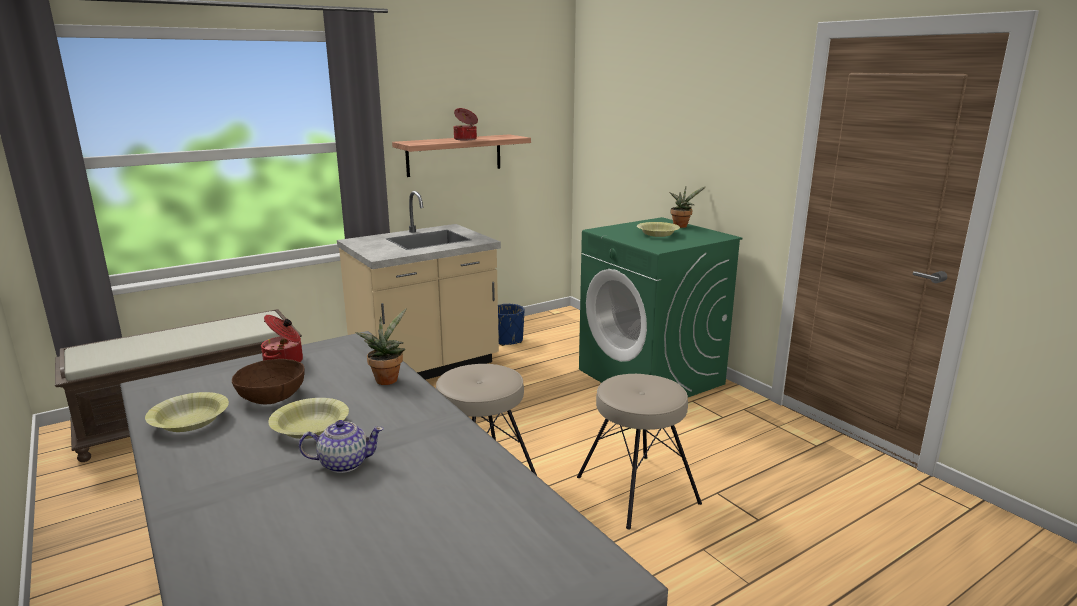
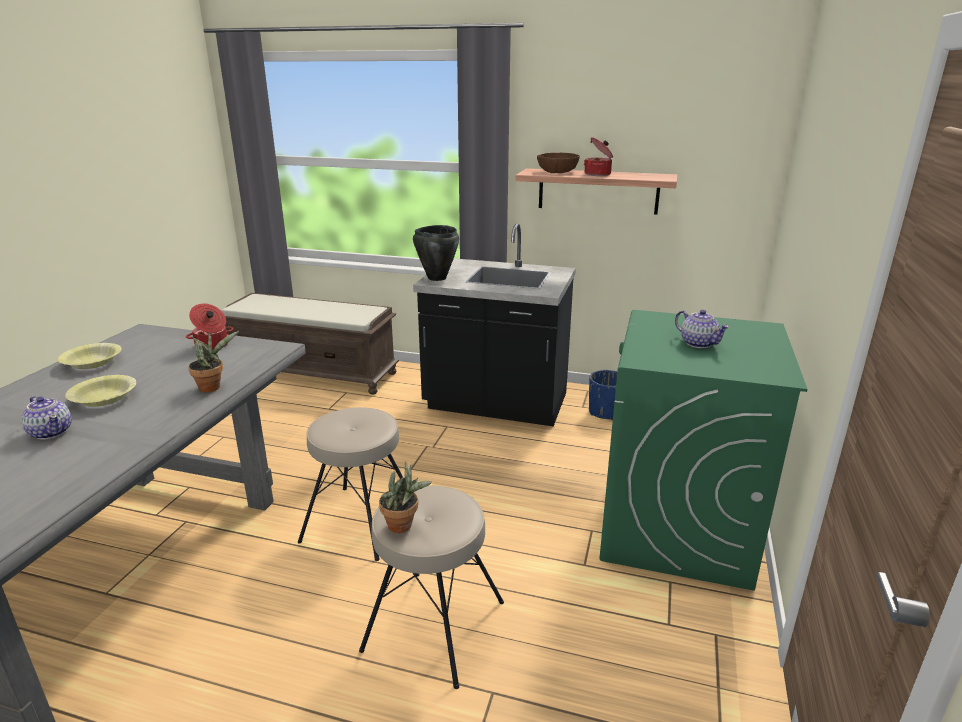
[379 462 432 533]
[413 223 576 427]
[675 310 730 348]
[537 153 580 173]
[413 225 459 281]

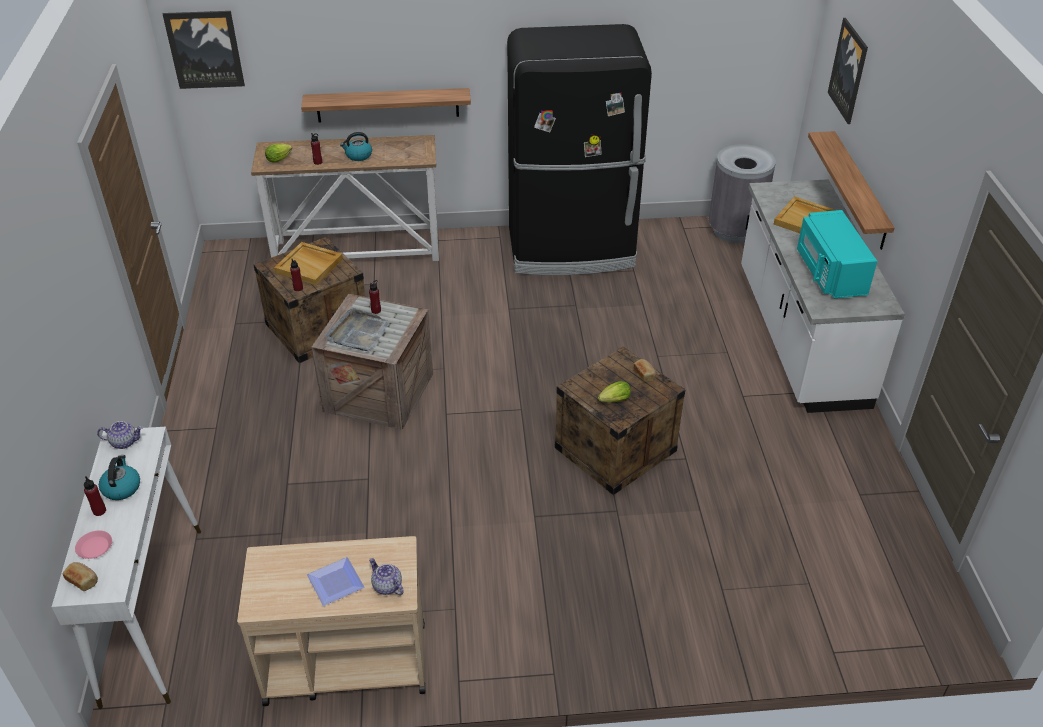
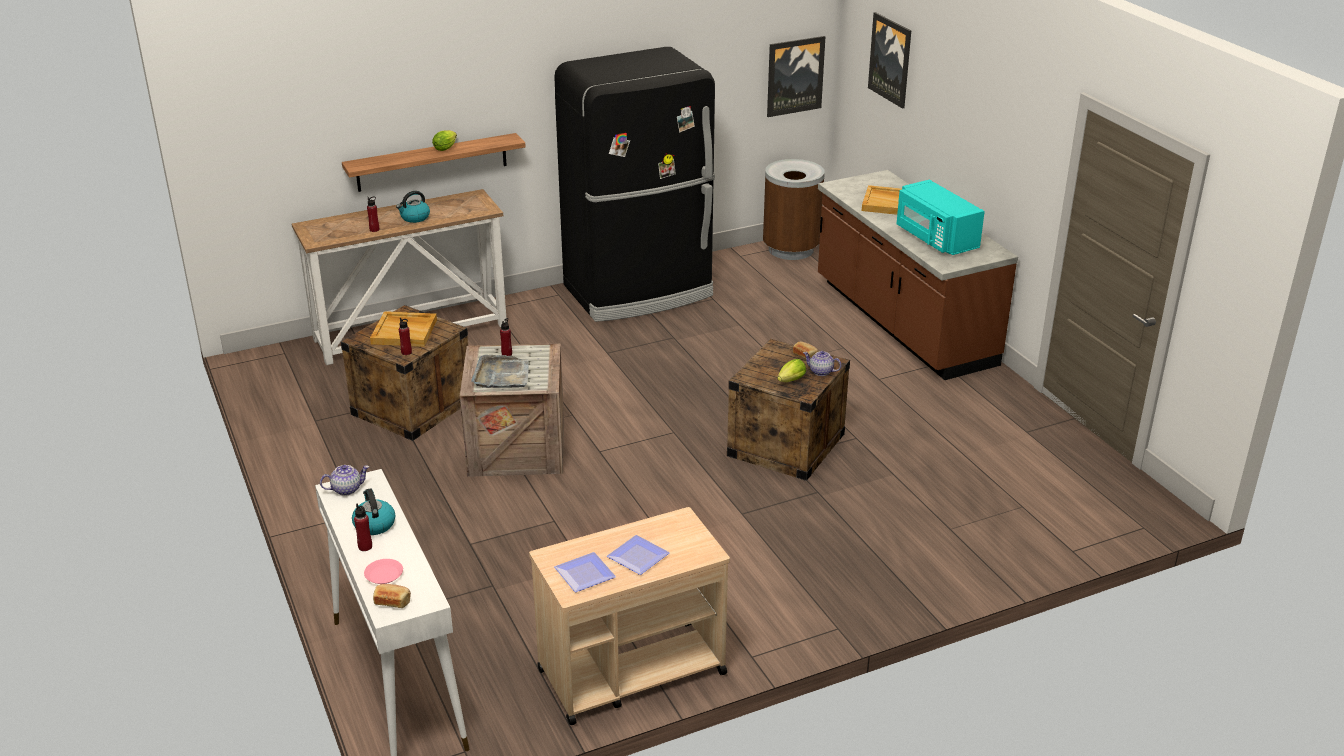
[767 36 825 117]
[808 131 894 250] (first image)
[432 130 457 151]
[763 159 825 260]
[818 170 1018 380]
[803 351 841 376]
[554 552 616 592]

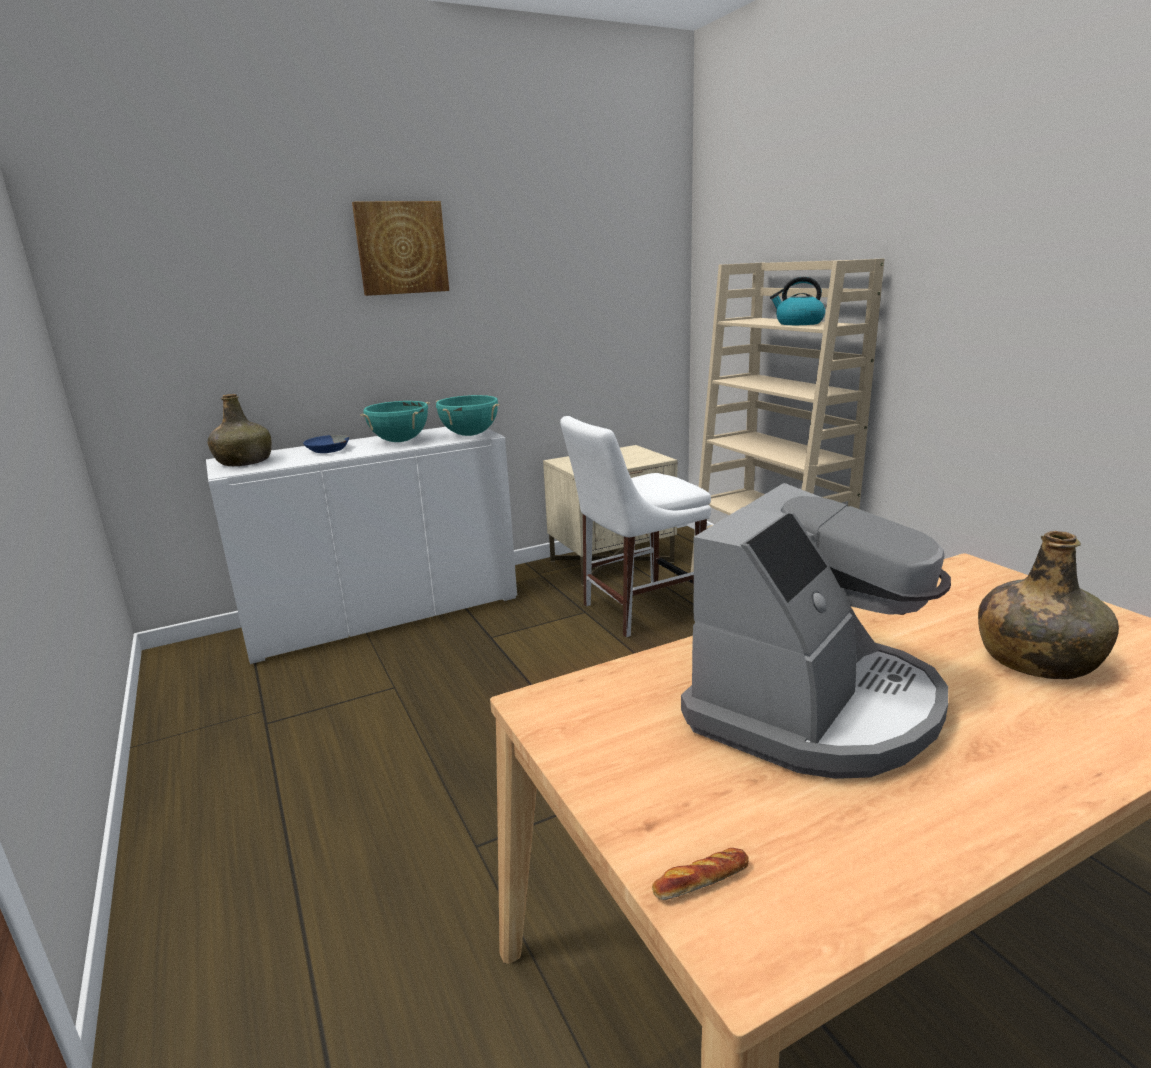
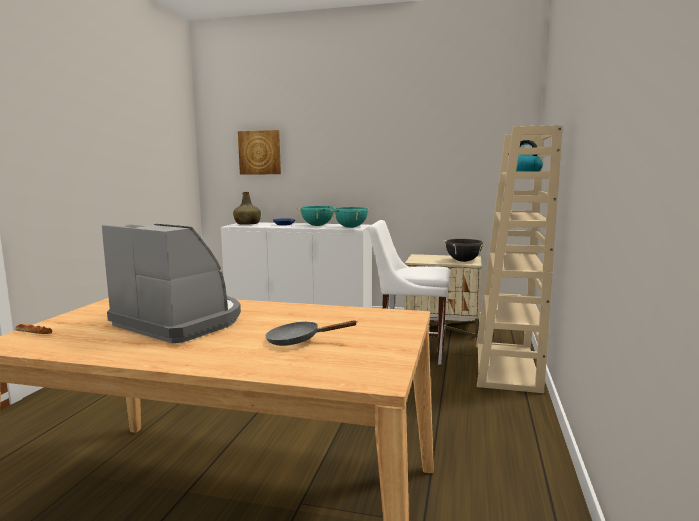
[238 130 281 175]
[102 224 241 343]
[265 320 358 346]
[444 239 486 262]

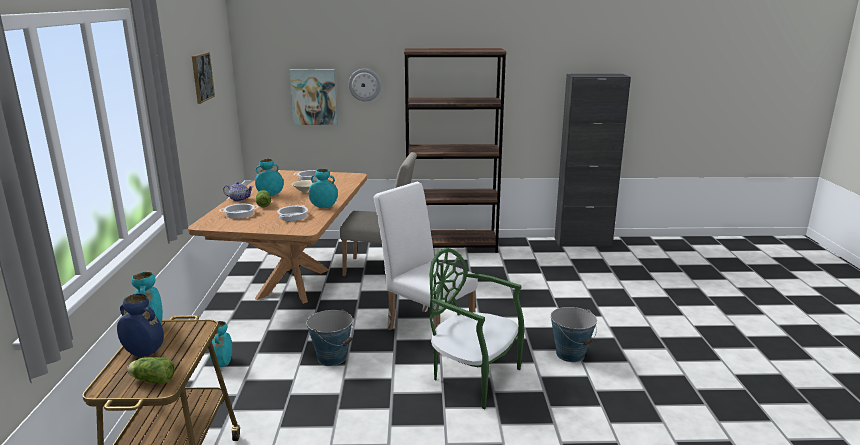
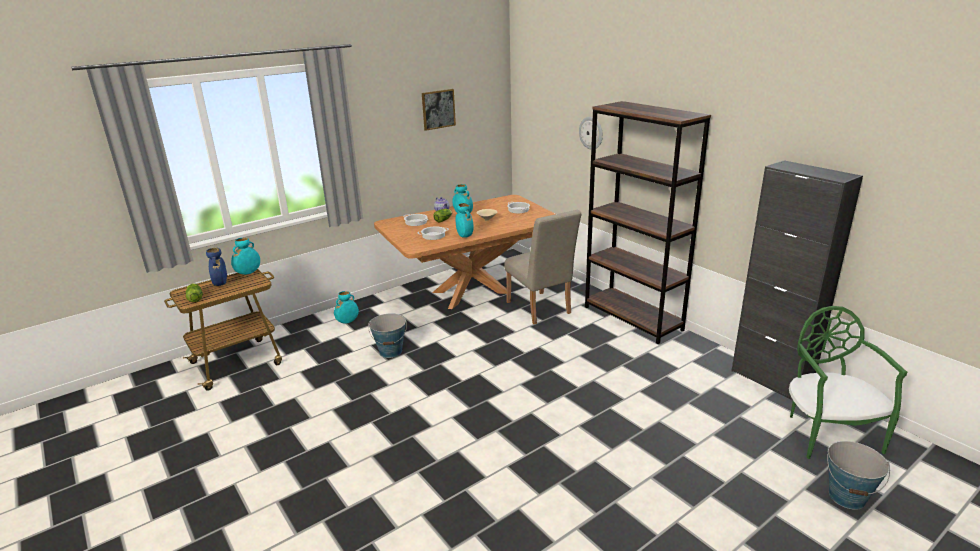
[289 69 338 125] (first image)
[374 182 478 354] (first image)
[789 306 907 459]
[827 441 890 510]

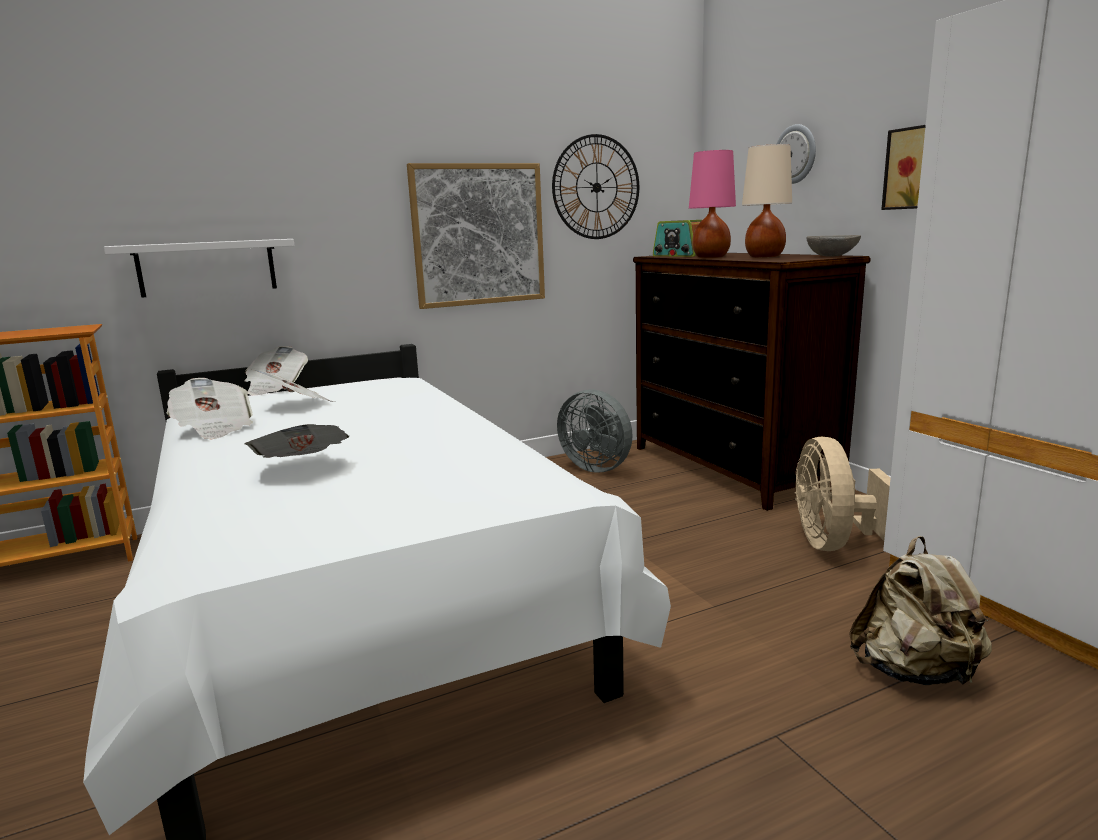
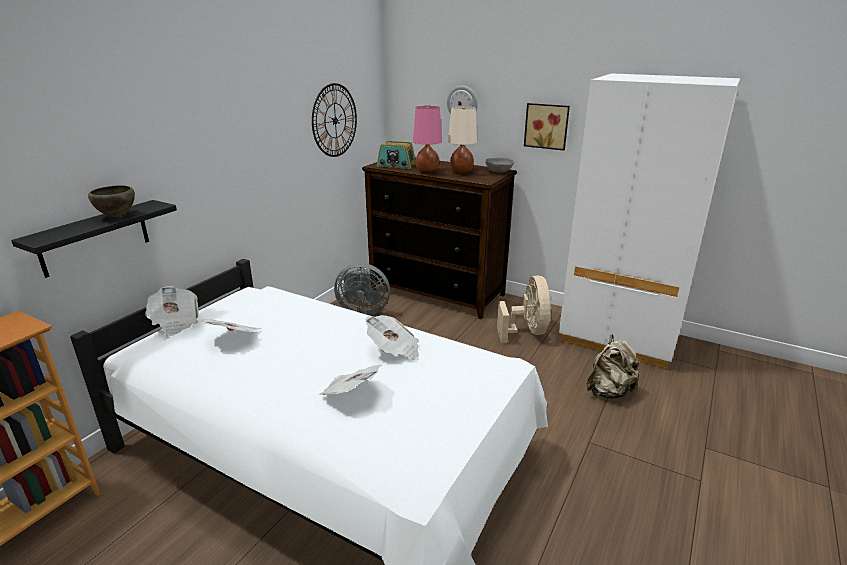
[407 163 545 309] (first image)
[11 200 177 278]
[365 315 419 360]
[497 275 552 343]
[88 186 135 217]

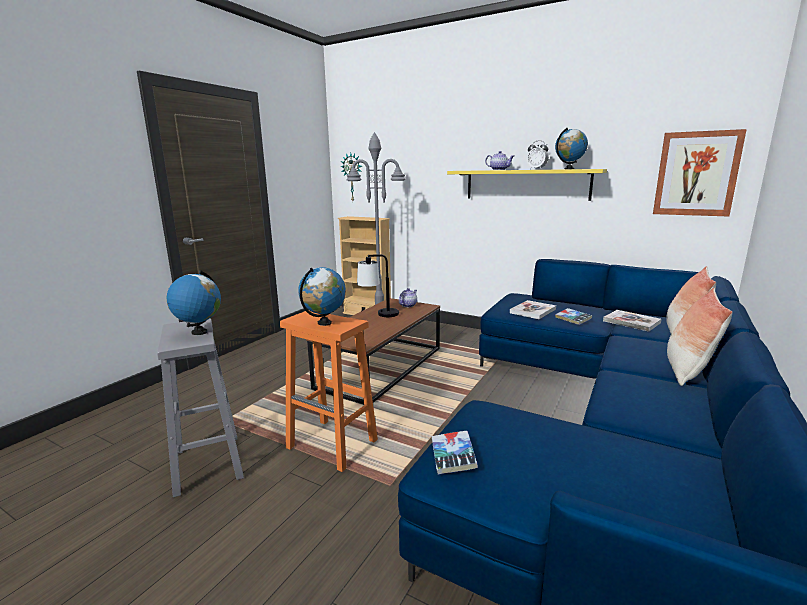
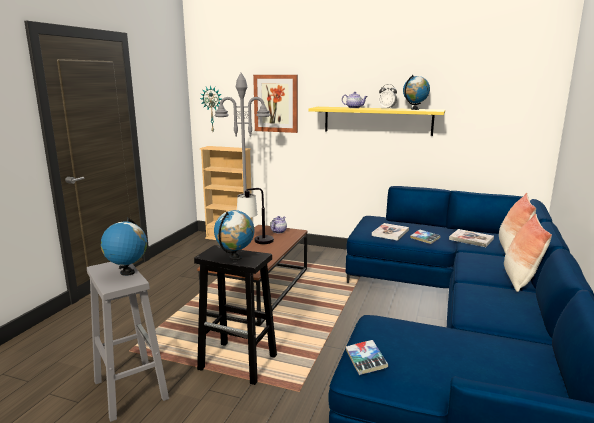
[253 75 298 133]
[194 245 277 385]

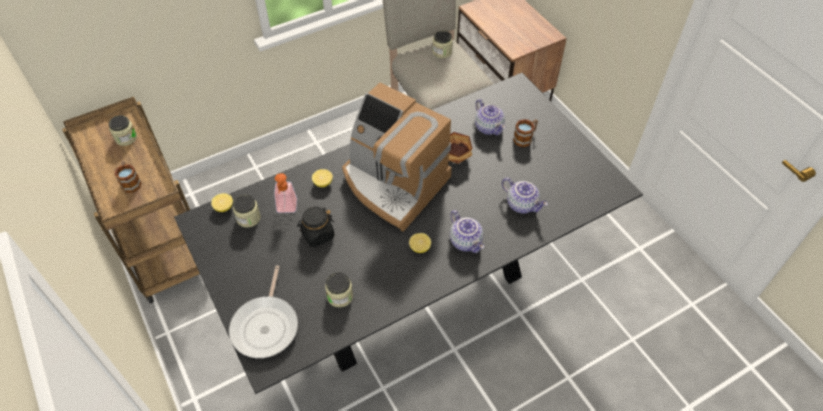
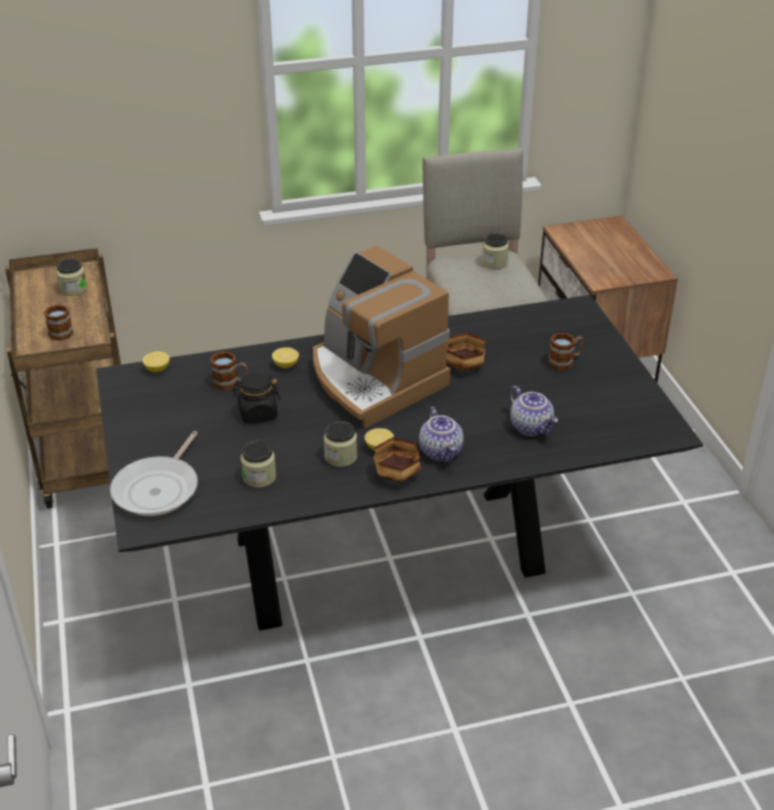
[475 99 506 135] (first image)
[211 352 248 390]
[324 421 357 467]
[373 437 421 482]

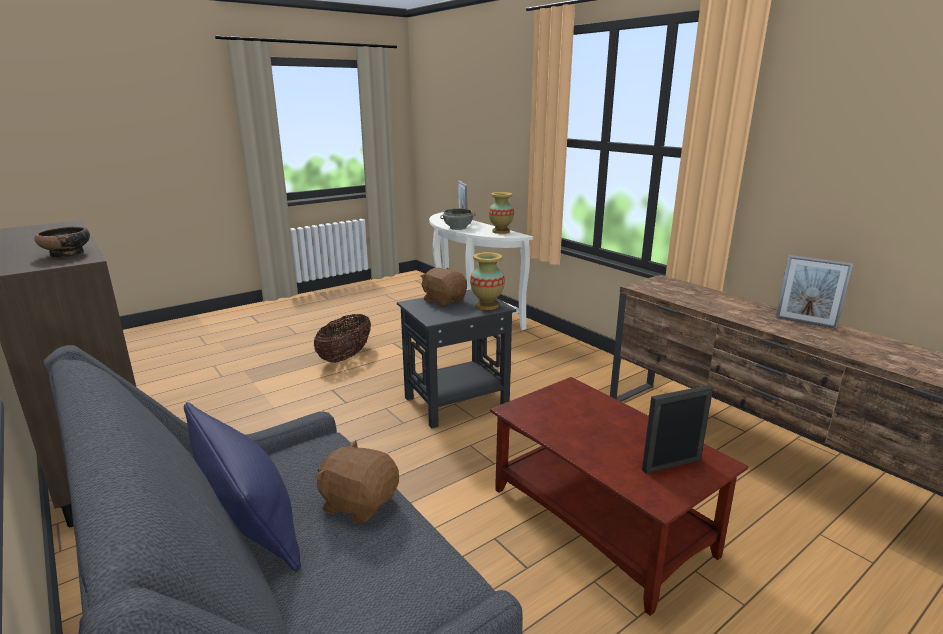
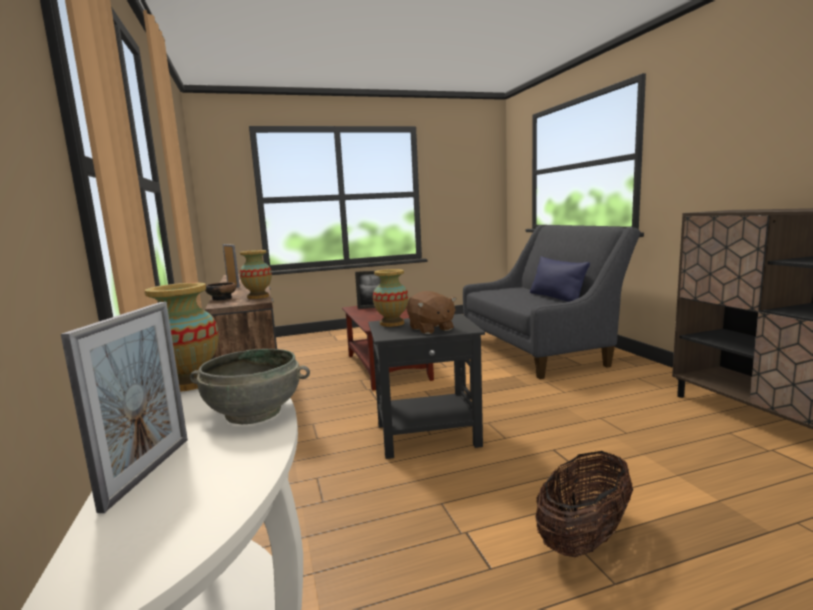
[205 282 236 301]
[315 440 399 524] (first image)
[240 250 272 299]

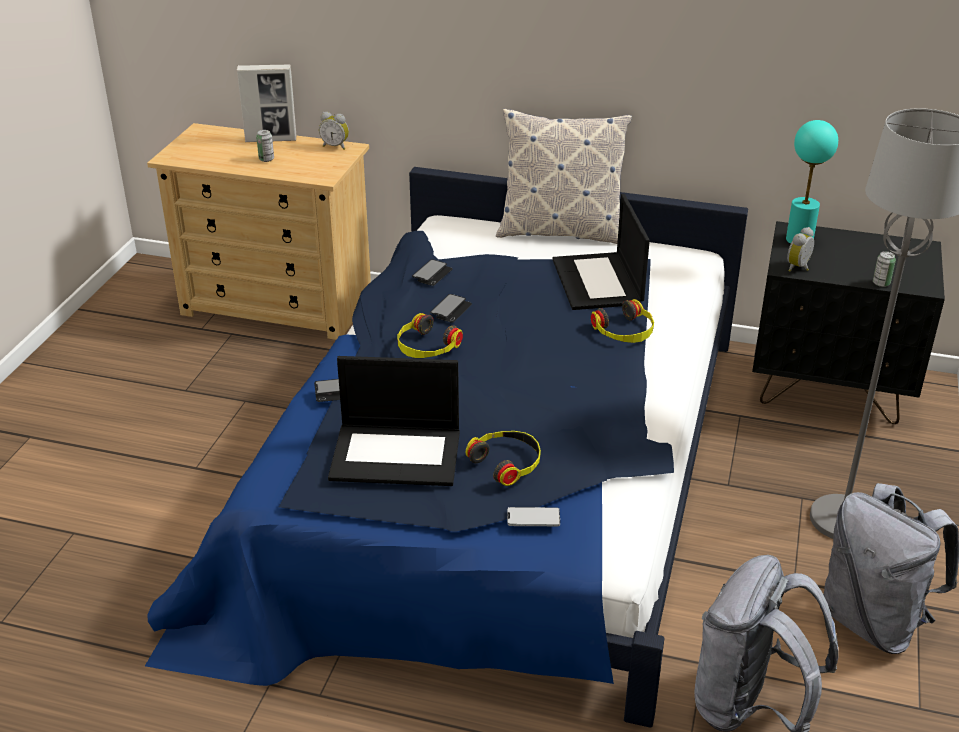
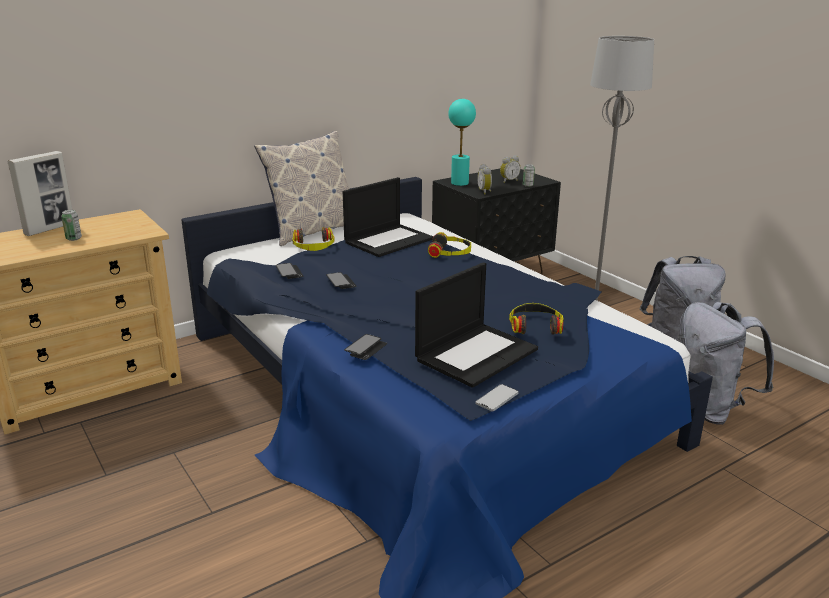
[500 155 520 183]
[343 177 434 257]
[292 227 335 251]
[475 384 519 411]

